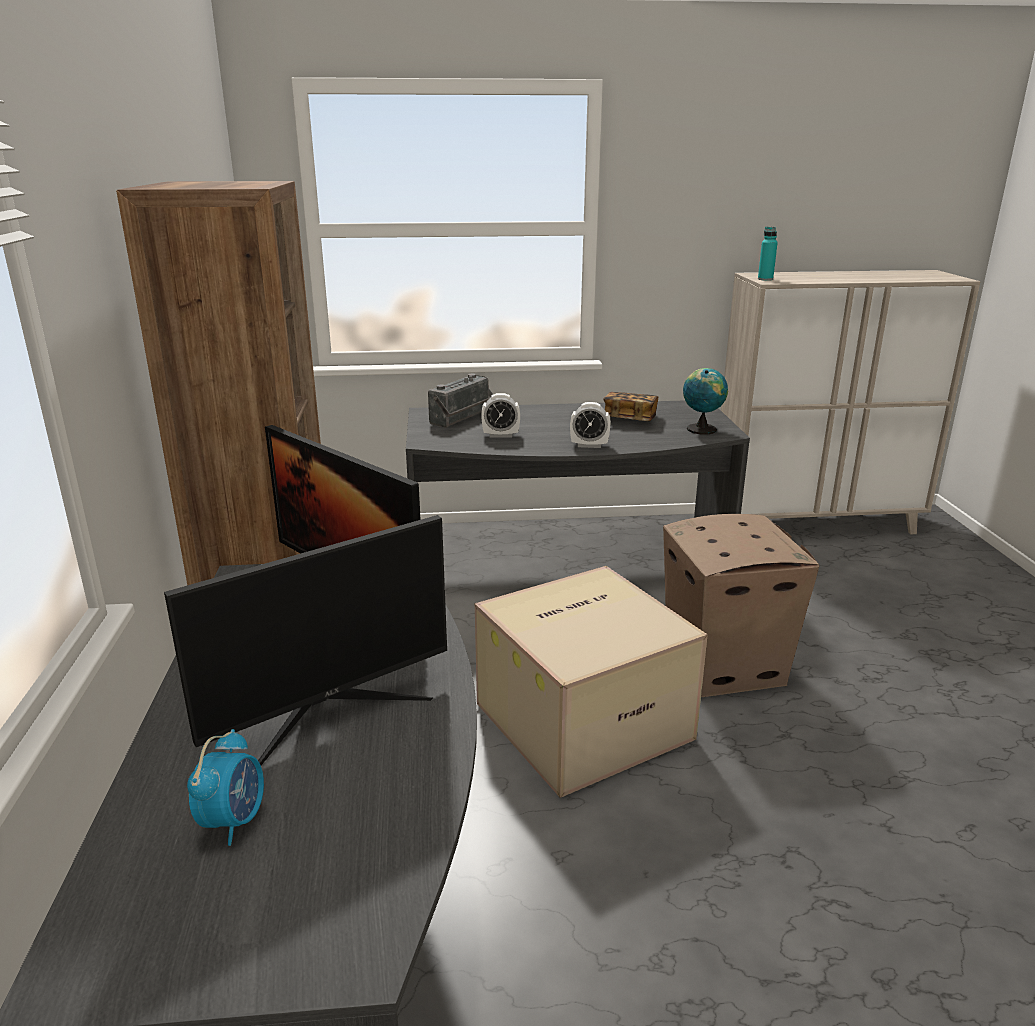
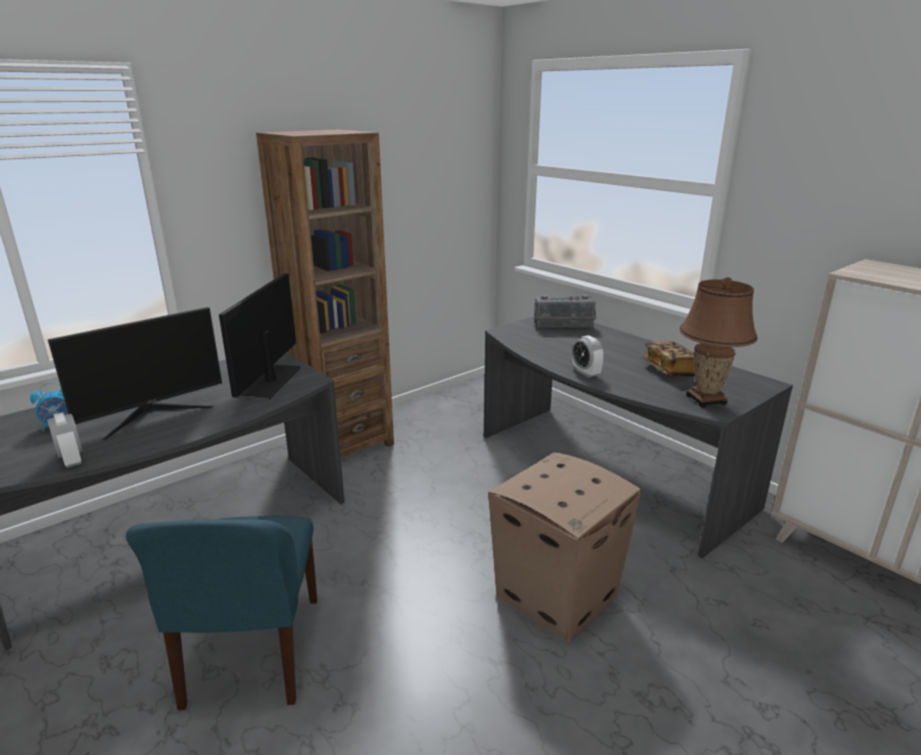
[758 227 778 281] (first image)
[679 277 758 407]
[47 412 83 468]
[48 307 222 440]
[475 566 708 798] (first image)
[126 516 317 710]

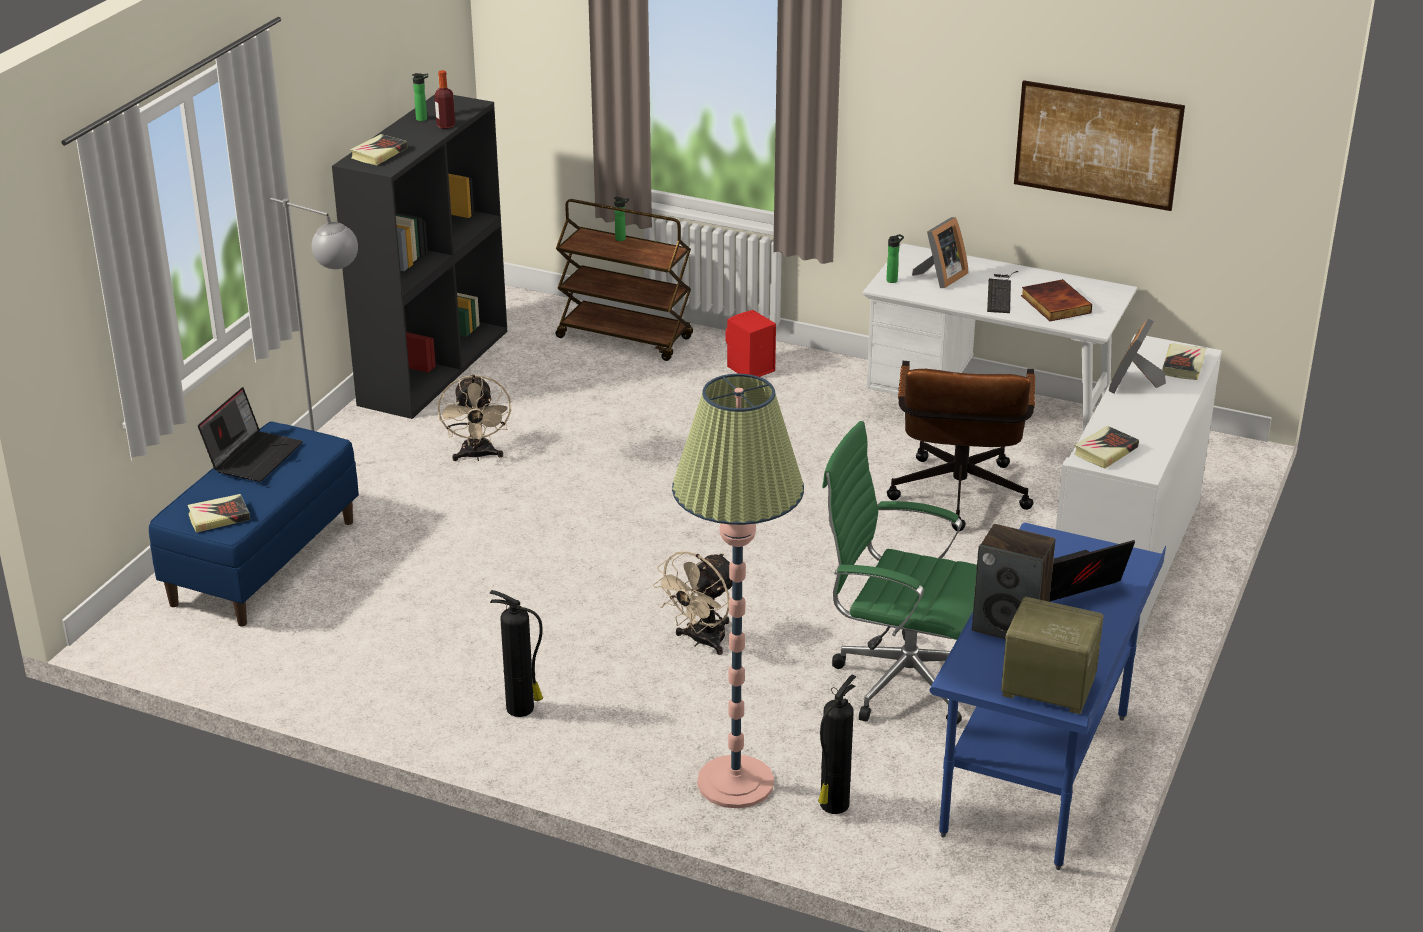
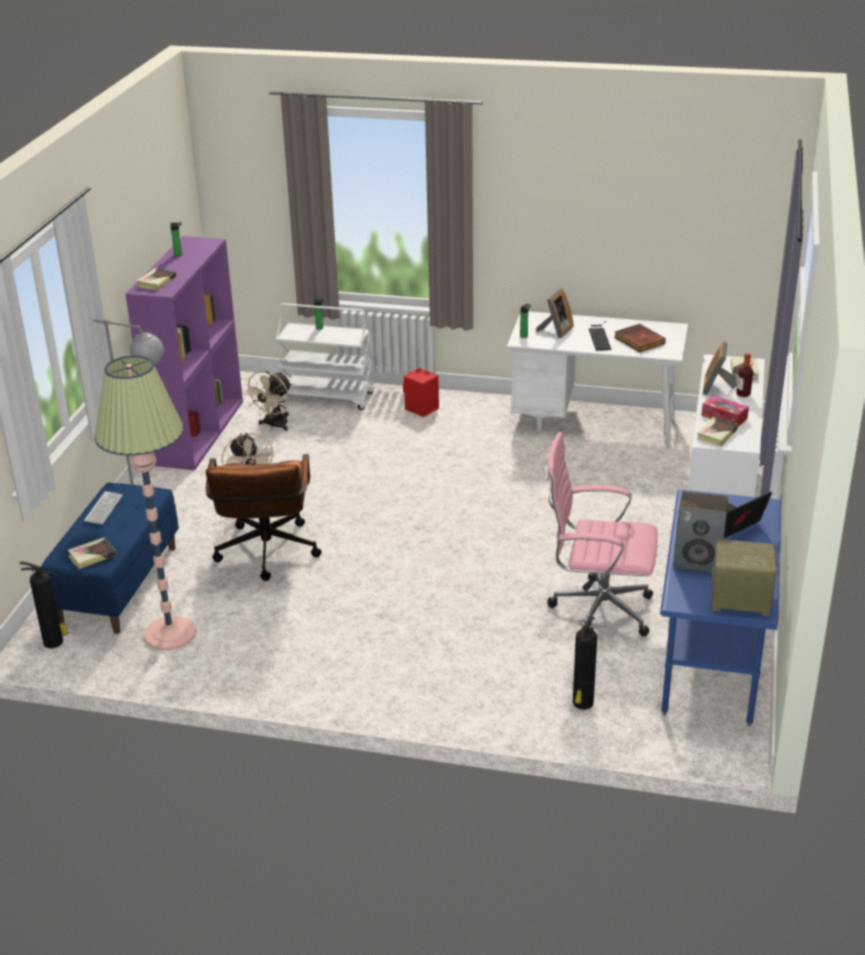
[736 353 753 397]
[1014 80 1185 211] (first image)
[125 236 243 470]
[276 303 375 410]
[206 454 322 581]
[94 355 196 650]
[84 491 123 524]
[547 432 658 637]
[243 370 292 431]
[20 561 68 648]
[701 396 749 427]

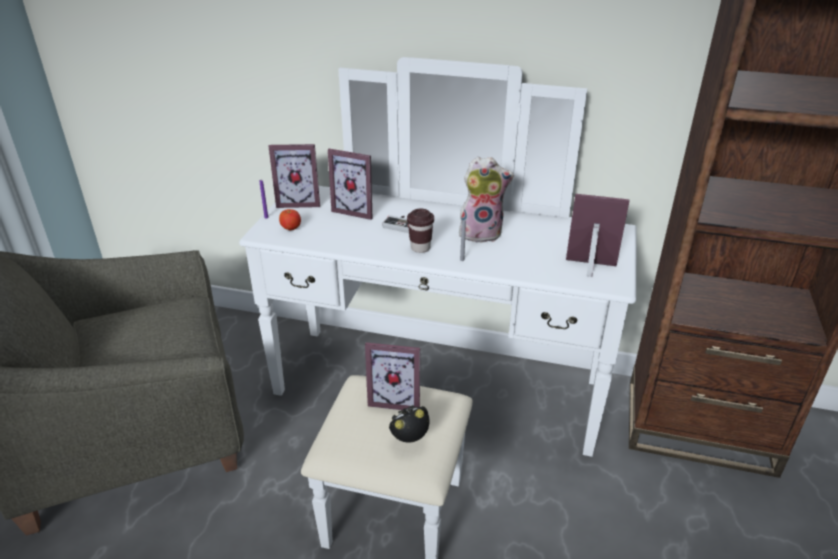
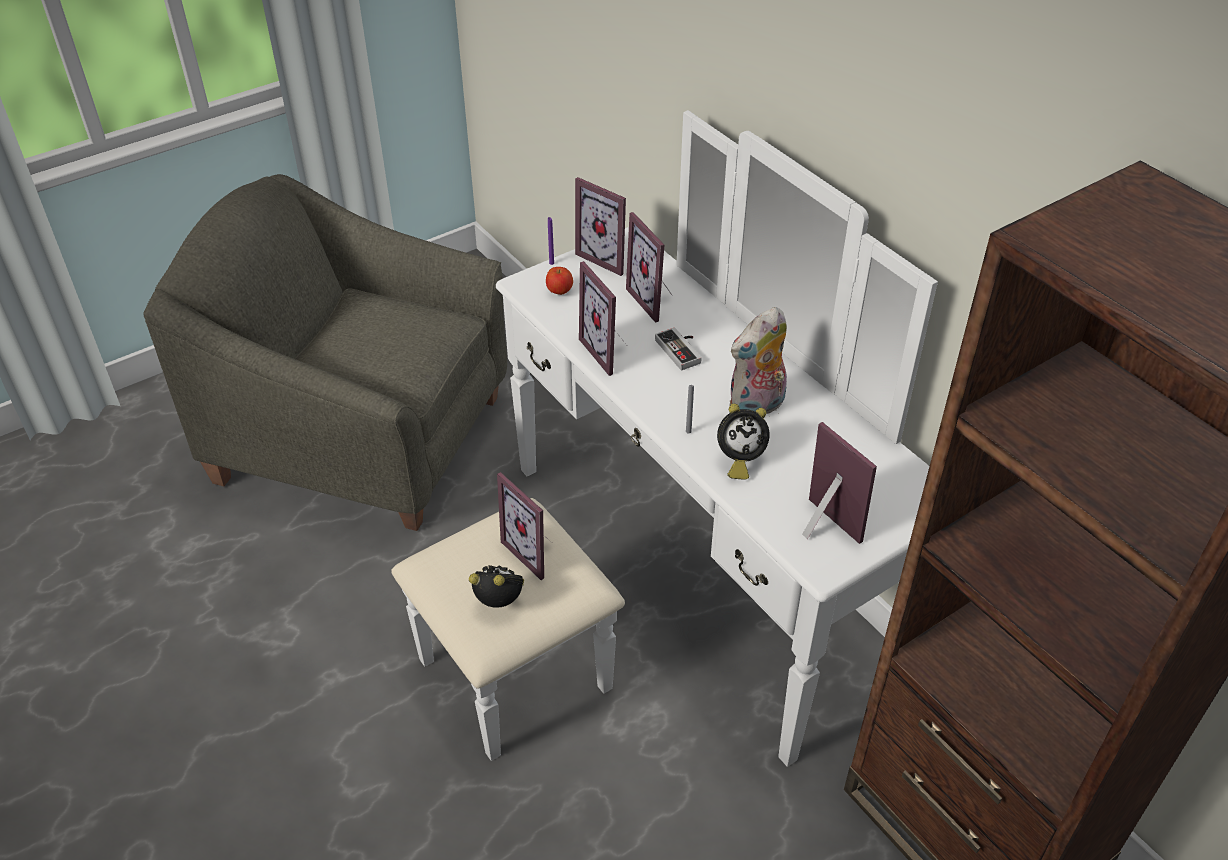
[730 307 787 414]
[407 208 434 253] (first image)
[579 261 625 376]
[717 404 770 480]

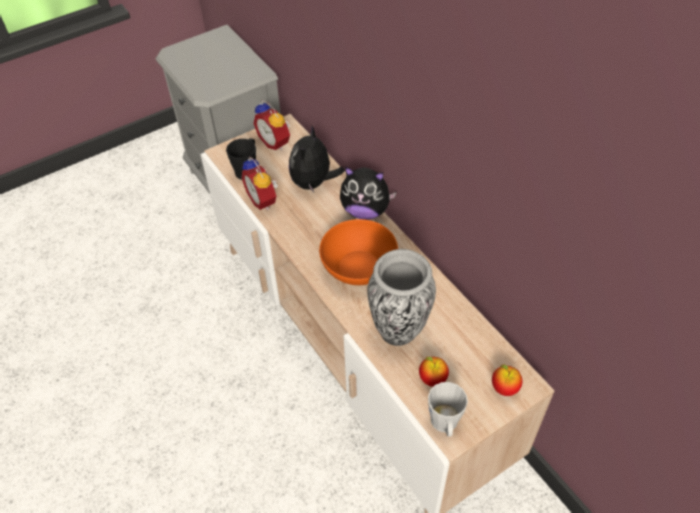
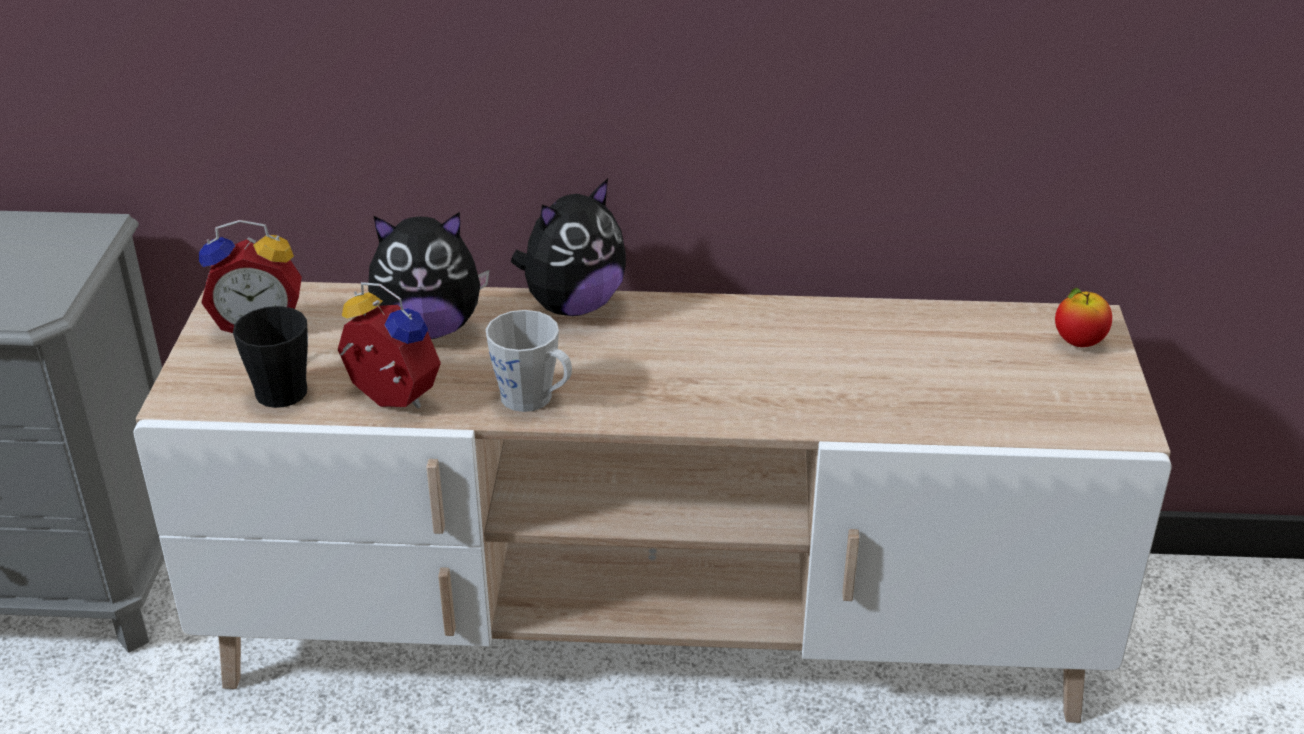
[368 212 490 339]
[338 282 441 408]
[319 219 398 285] (first image)
[367 249 436 346] (first image)
[419 357 449 387] (first image)
[486 310 572 412]

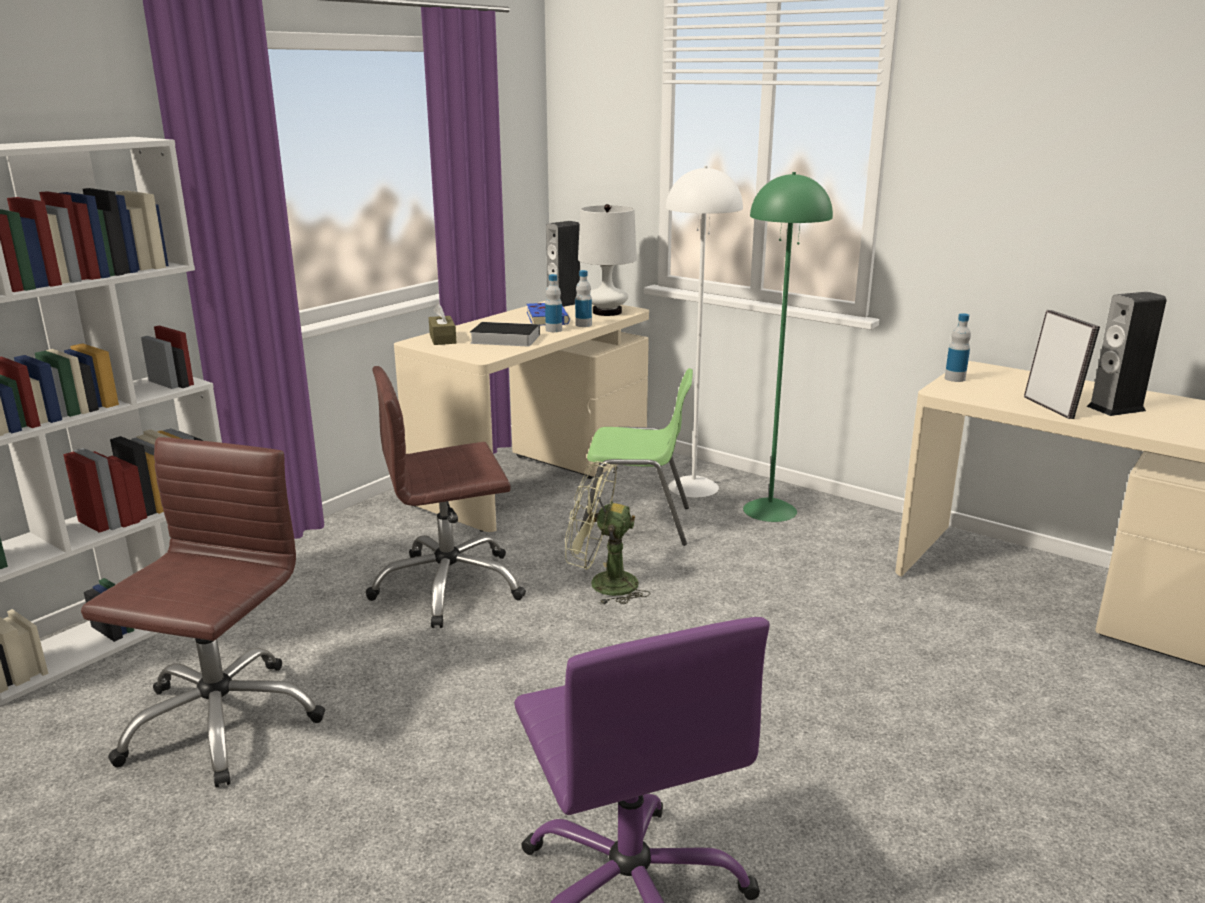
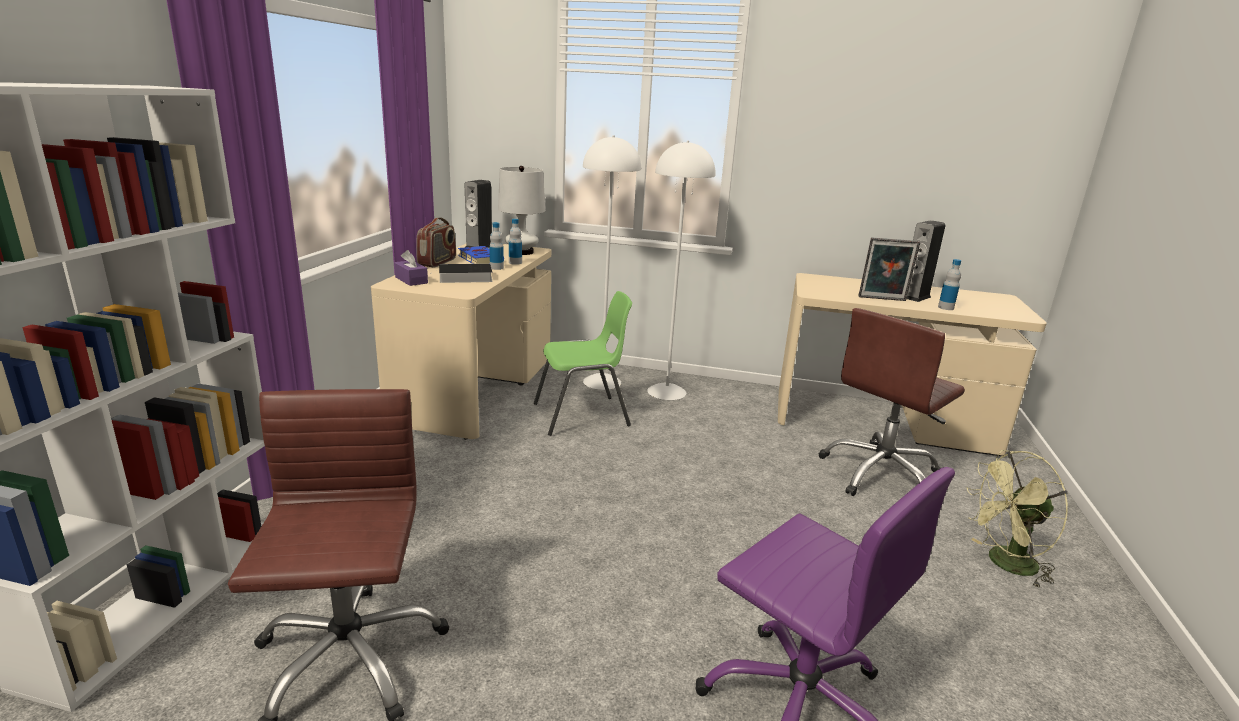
[647 141 716 400]
[394 250 428 286]
[858 238 920 301]
[938 259 961 310]
[819 308 965 496]
[967 450 1068 589]
[417 217 456 268]

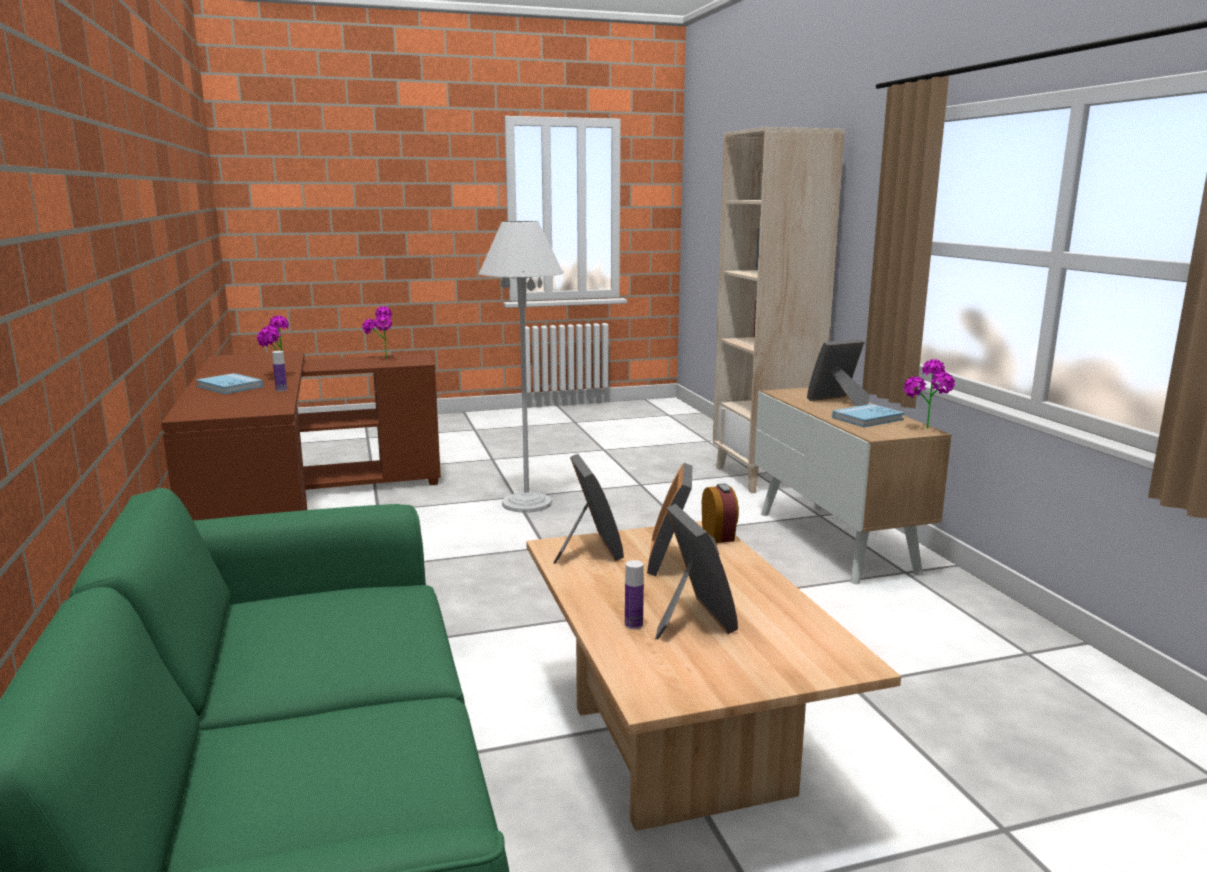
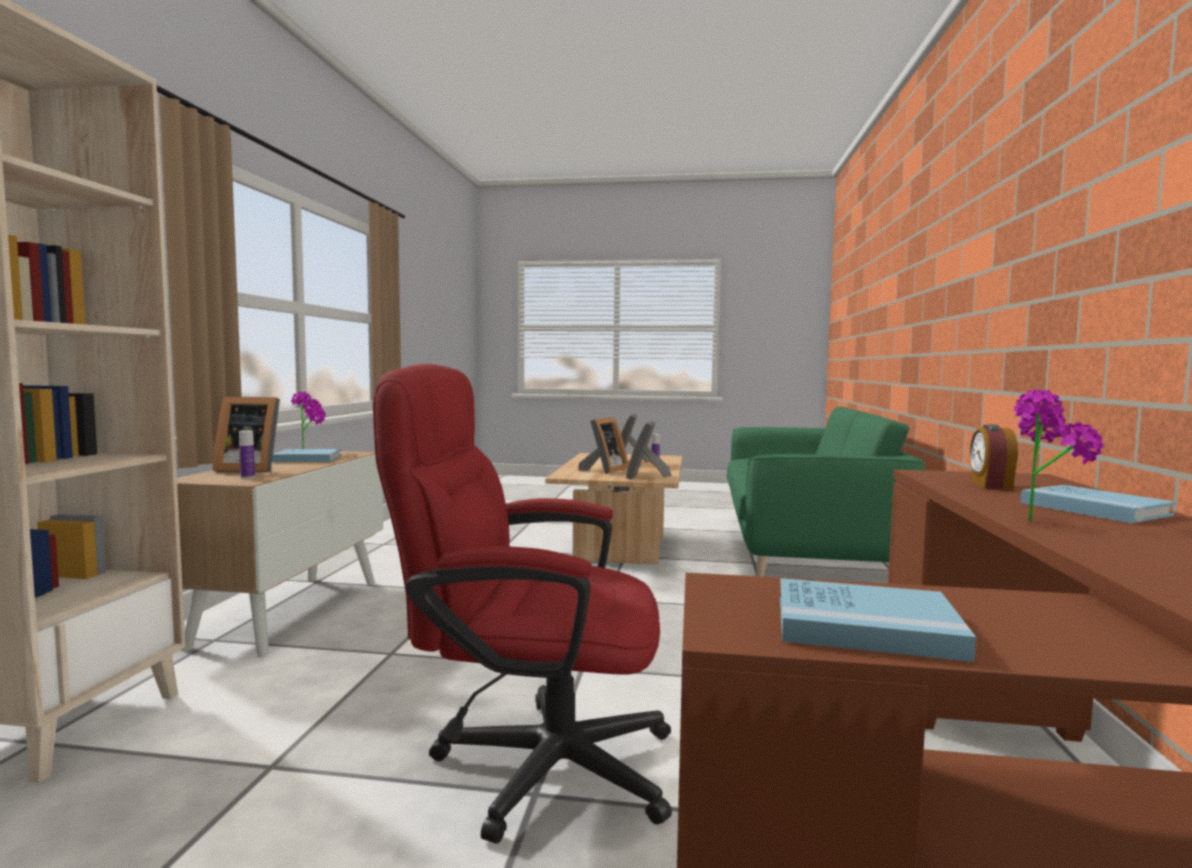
[373 364 672 843]
[780 578 976 662]
[239 430 255 478]
[970 424 1018 490]

